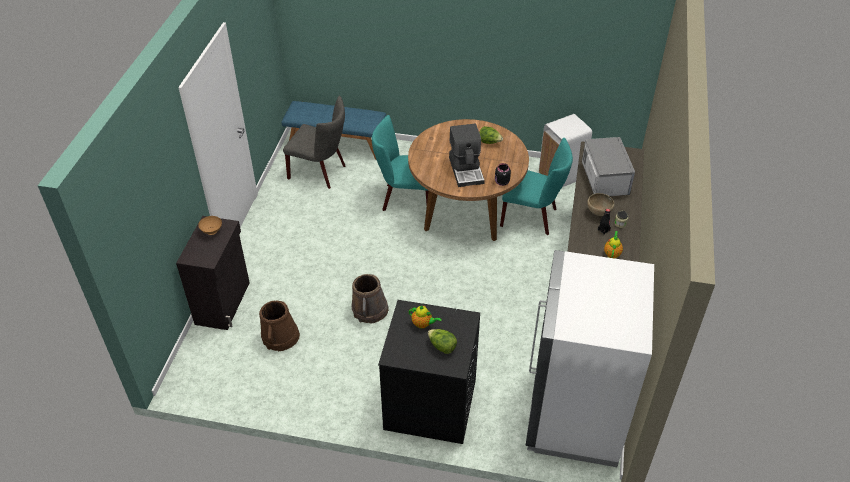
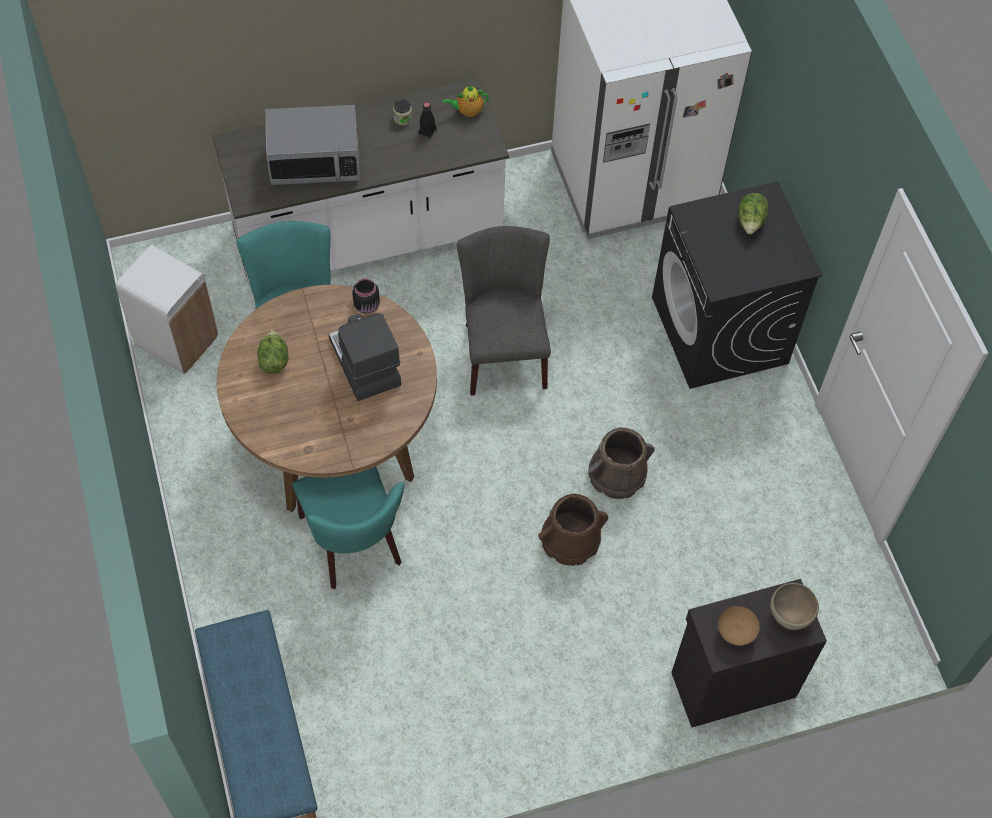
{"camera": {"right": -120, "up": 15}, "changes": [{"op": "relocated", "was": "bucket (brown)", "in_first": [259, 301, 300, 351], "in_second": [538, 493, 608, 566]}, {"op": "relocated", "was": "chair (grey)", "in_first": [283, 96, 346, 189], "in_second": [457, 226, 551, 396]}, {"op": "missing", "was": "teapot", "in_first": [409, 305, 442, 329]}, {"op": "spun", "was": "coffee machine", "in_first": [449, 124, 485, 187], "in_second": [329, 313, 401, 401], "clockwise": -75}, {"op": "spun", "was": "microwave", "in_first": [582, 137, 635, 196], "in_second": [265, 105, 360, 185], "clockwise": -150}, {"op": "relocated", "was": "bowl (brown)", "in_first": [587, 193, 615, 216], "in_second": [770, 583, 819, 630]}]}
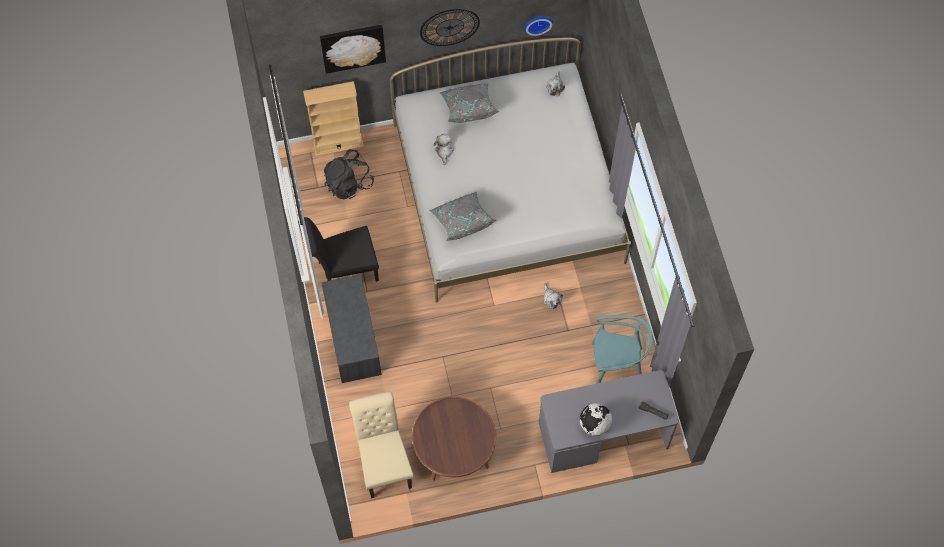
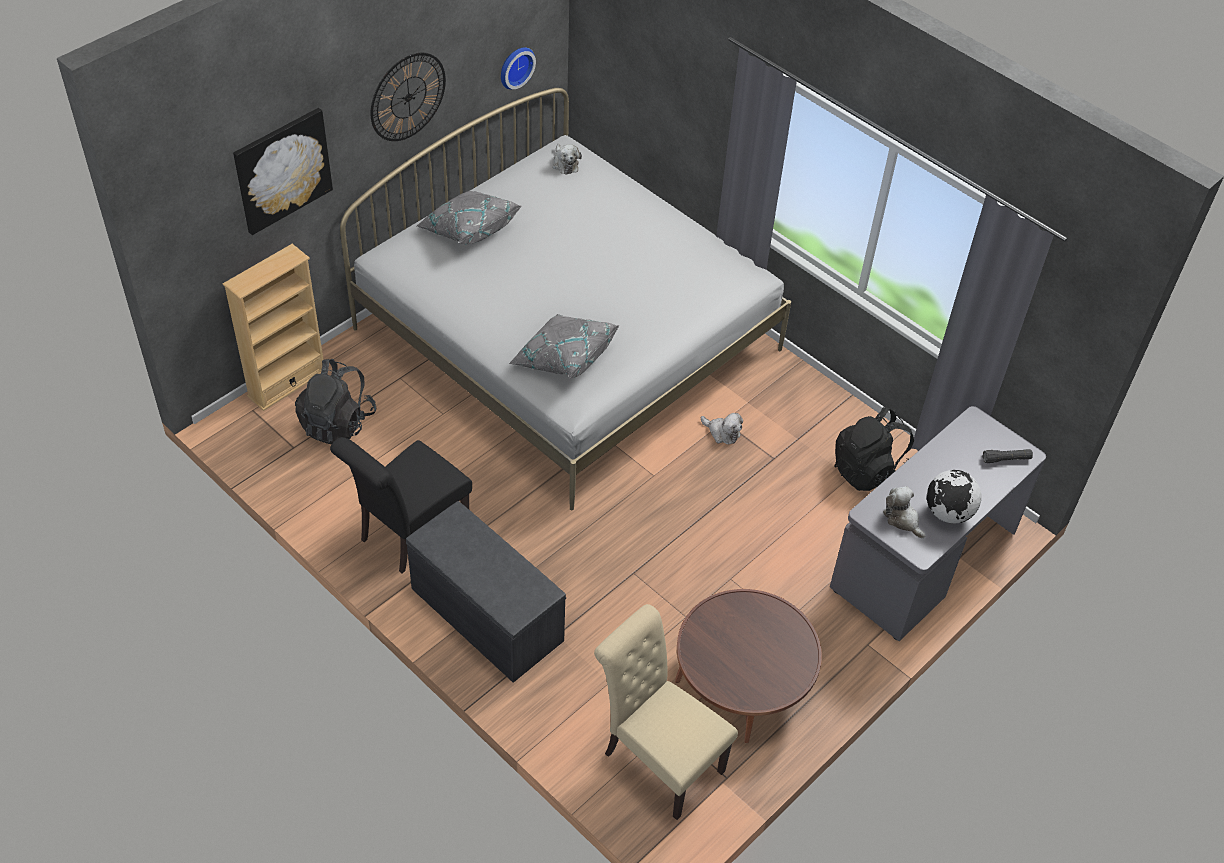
{"camera": {"right": -35, "up": -15}, "changes": [{"op": "relocated", "was": "plush toy", "in_first": [434, 134, 453, 165], "in_second": [883, 486, 925, 538]}, {"op": "exchanged", "was": "chair (turquoise)", "now": "backpack (black)", "in_first": [592, 315, 652, 383], "in_second": [834, 407, 914, 491]}]}
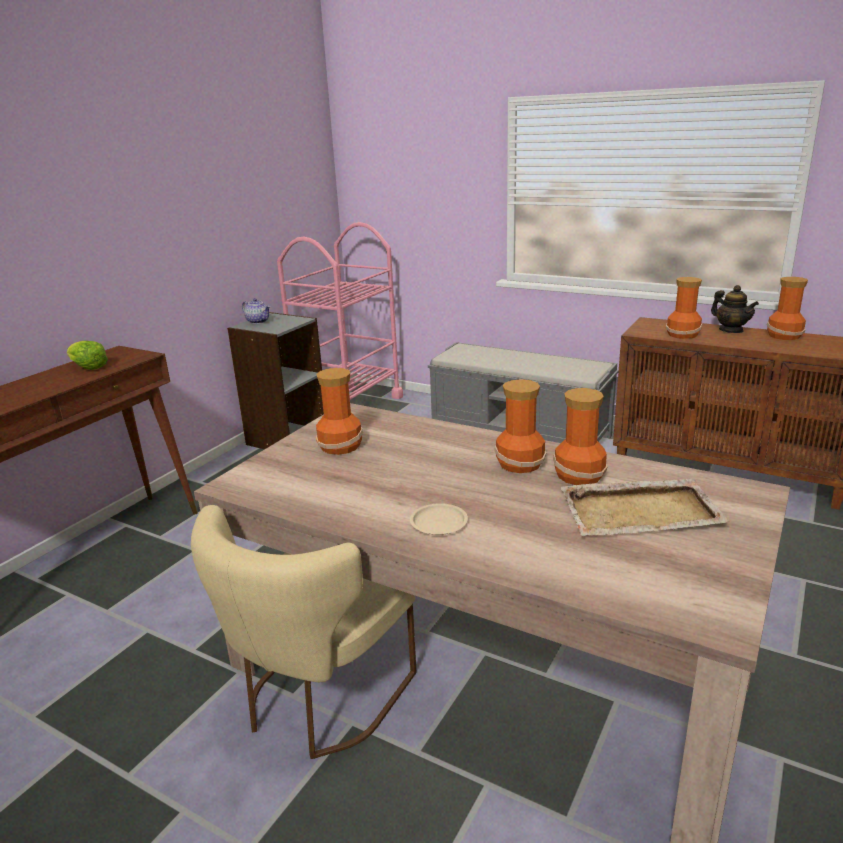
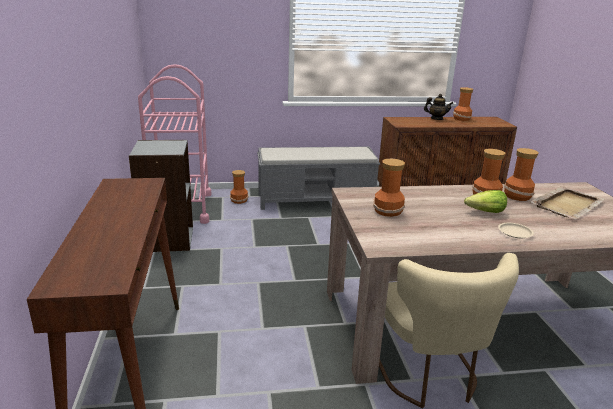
{"camera": {"right": -40, "up": 0}, "changes": [{"op": "relocated", "was": "lettuce", "in_first": [67, 341, 108, 370], "in_second": [464, 190, 507, 213]}, {"op": "missing", "was": "teapot", "in_first": [242, 298, 270, 324]}, {"op": "relocated", "was": "vase", "in_first": [666, 277, 702, 339], "in_second": [230, 170, 248, 204]}]}
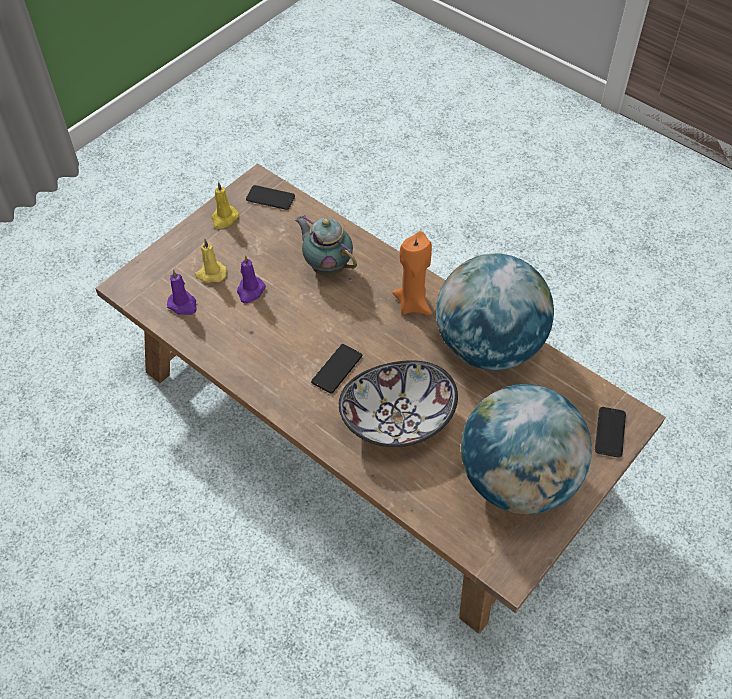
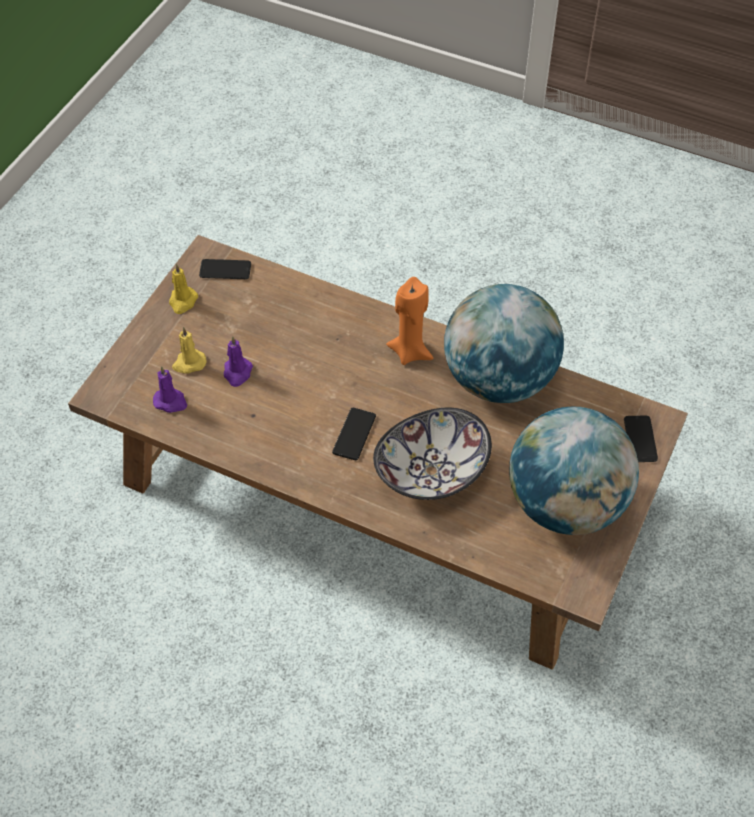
{"camera": {"right": -15, "up": 0}, "changes": [{"op": "missing", "was": "teapot", "in_first": [295, 215, 357, 276]}]}
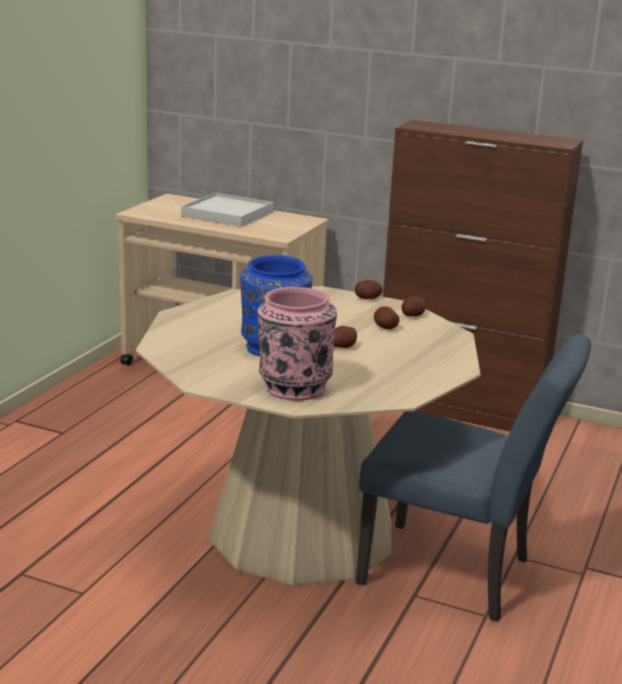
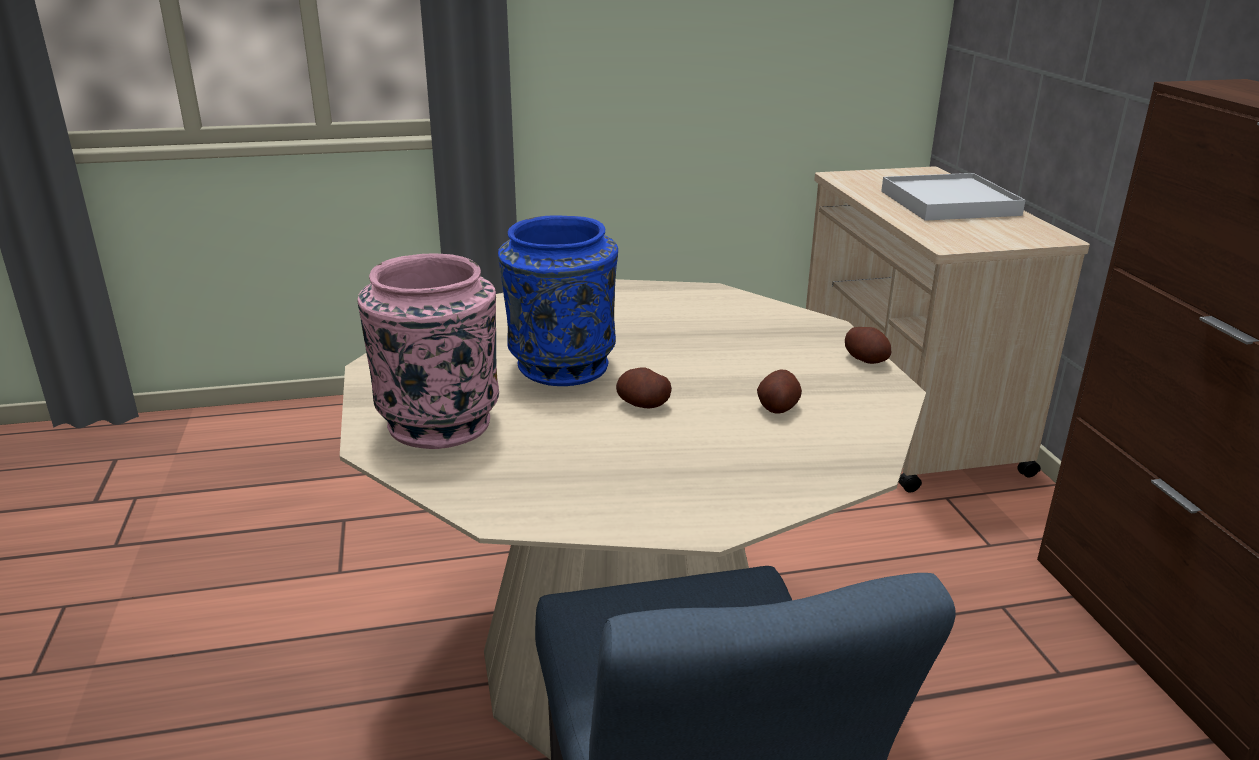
{"camera": {"right": 55, "up": 5}, "changes": [{"op": "missing", "was": "potato", "in_first": [401, 296, 426, 316]}]}
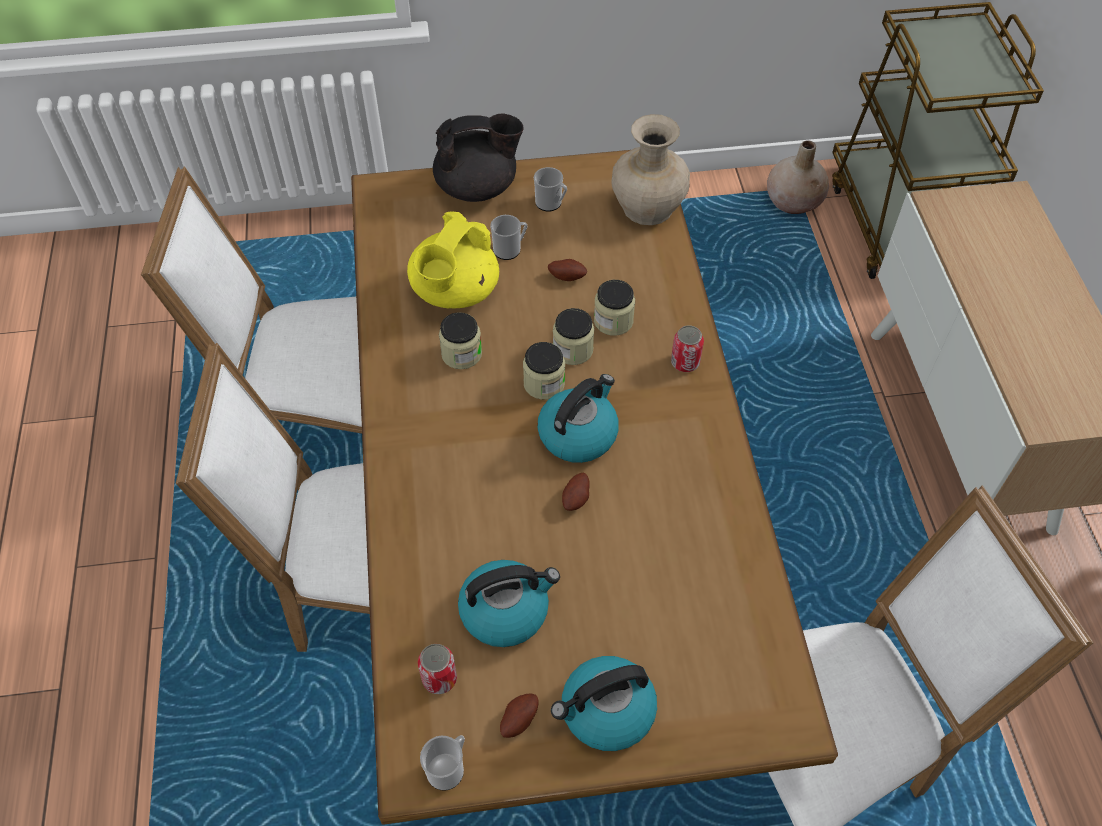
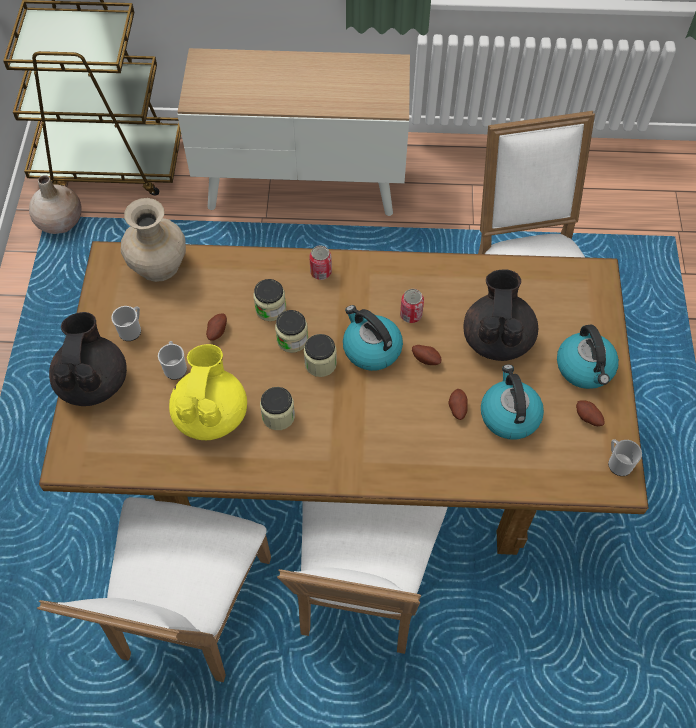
{"camera": {"right": -80, "up": 5}, "changes": [{"op": "spun", "was": "teapot (yellow)", "in_first": [407, 211, 499, 308], "in_second": [169, 344, 247, 440], "clockwise": -120}, {"op": "relocated", "was": "can", "in_first": [418, 644, 457, 694], "in_second": [400, 289, 424, 323]}, {"op": "appeared", "now": "potato", "in_second": [448, 389, 468, 420]}, {"op": "appeared", "now": "teapot (black)", "in_second": [463, 269, 538, 361]}]}
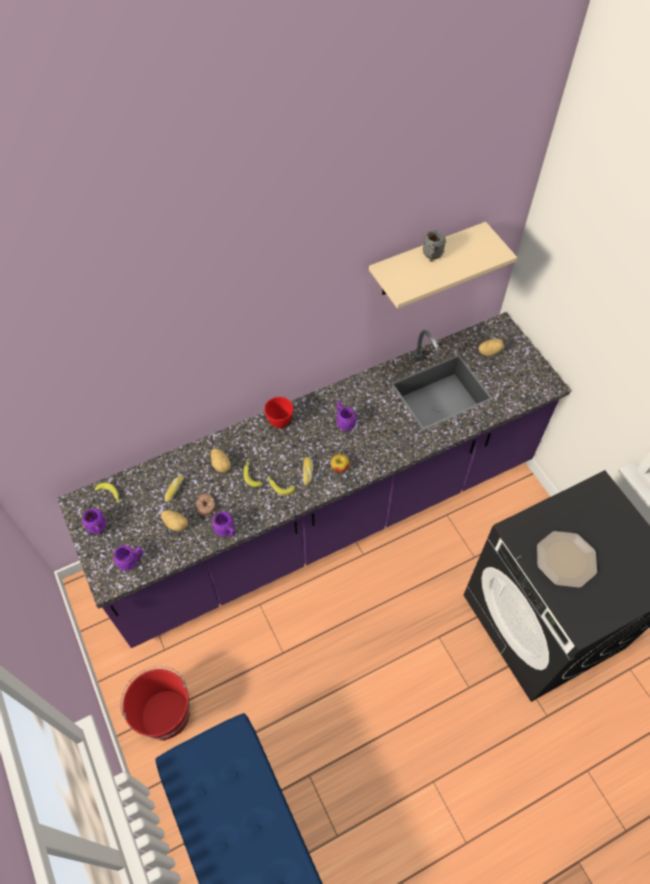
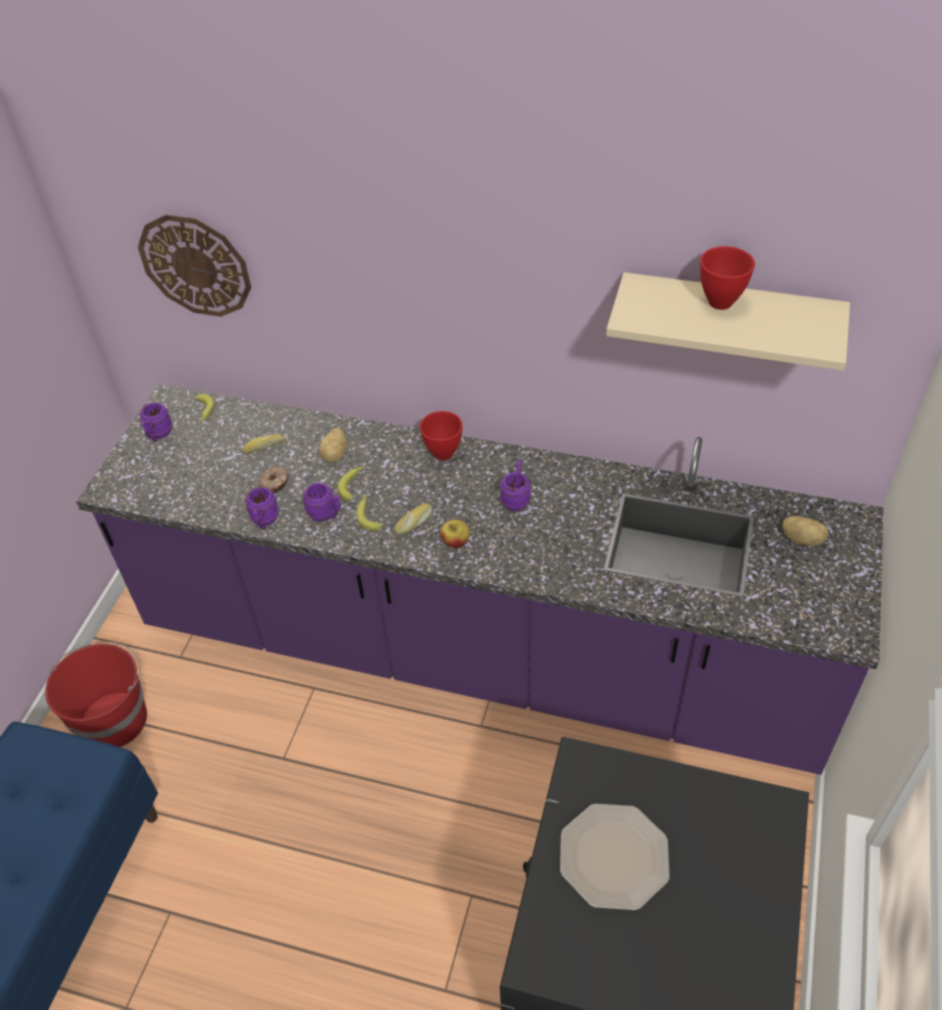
{"camera": {"right": 45, "up": -10}, "changes": [{"op": "relocated", "was": "mug (purple)", "in_first": [113, 545, 143, 571], "in_second": [303, 483, 341, 521]}, {"op": "missing", "was": "potato", "in_first": [161, 510, 188, 532]}, {"op": "exchanged", "was": "mug (grey)", "now": "bowl (red)", "in_first": [422, 230, 446, 262], "in_second": [700, 246, 755, 310]}, {"op": "appeared", "now": "wall clock", "in_second": [138, 215, 251, 317]}]}
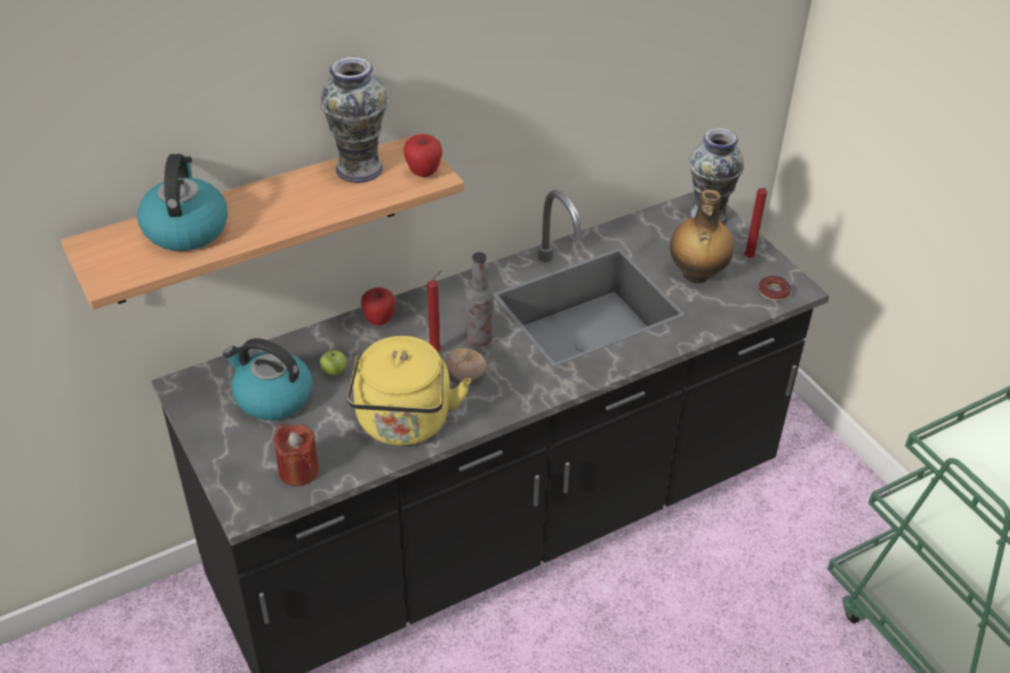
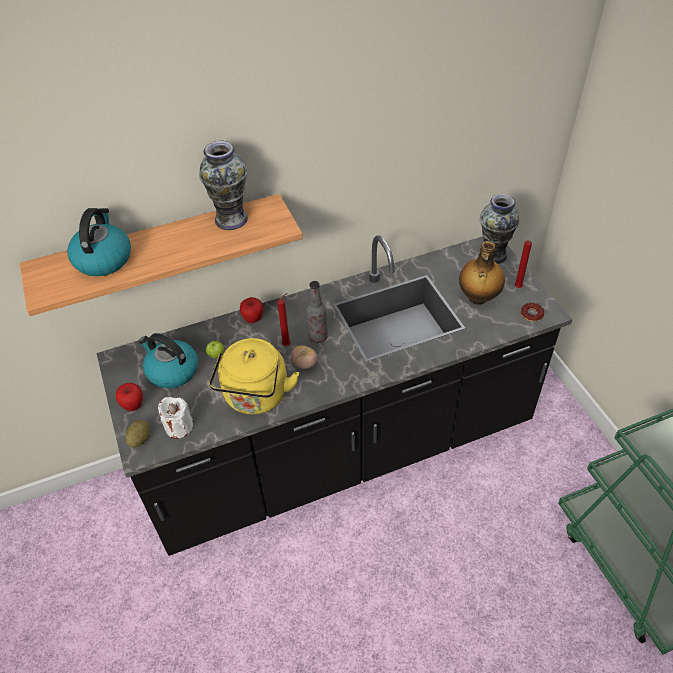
{"camera": {"right": 10, "up": 5}, "changes": [{"op": "colour", "was": "candle (red)", "now": "candle (white)", "in_first": [273, 424, 319, 487], "in_second": [158, 397, 193, 439]}, {"op": "relocated", "was": "apple", "in_first": [404, 134, 442, 177], "in_second": [116, 383, 143, 411]}, {"op": "appeared", "now": "potato", "in_second": [125, 420, 150, 447]}]}
